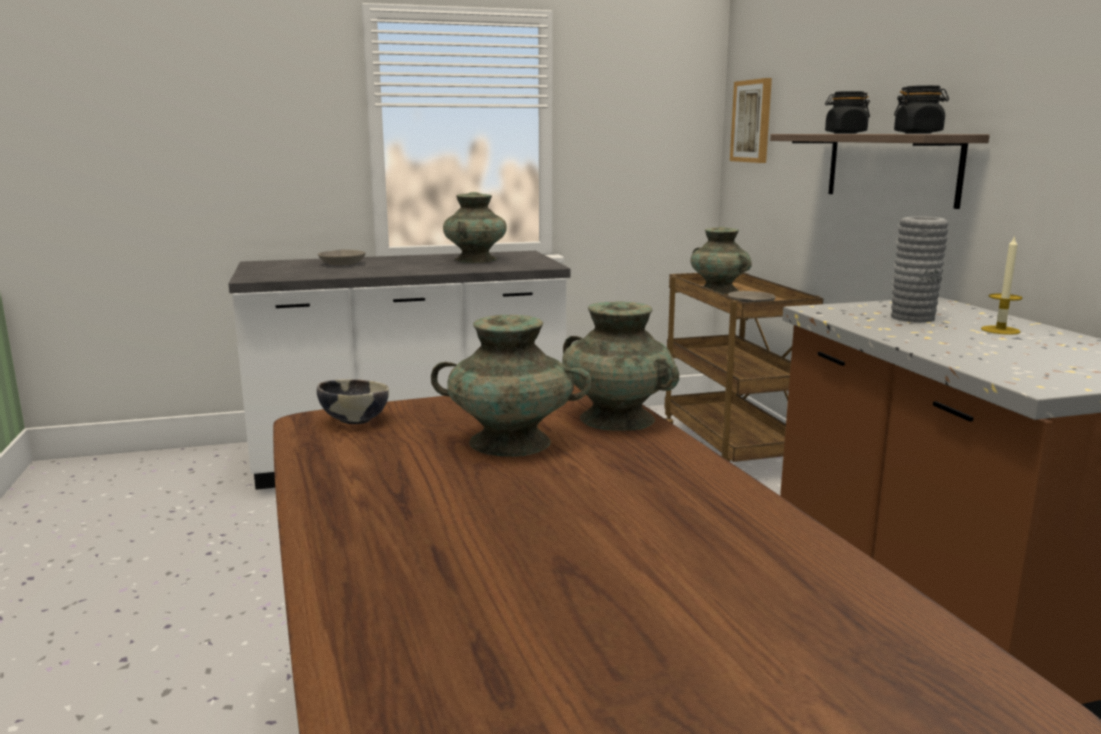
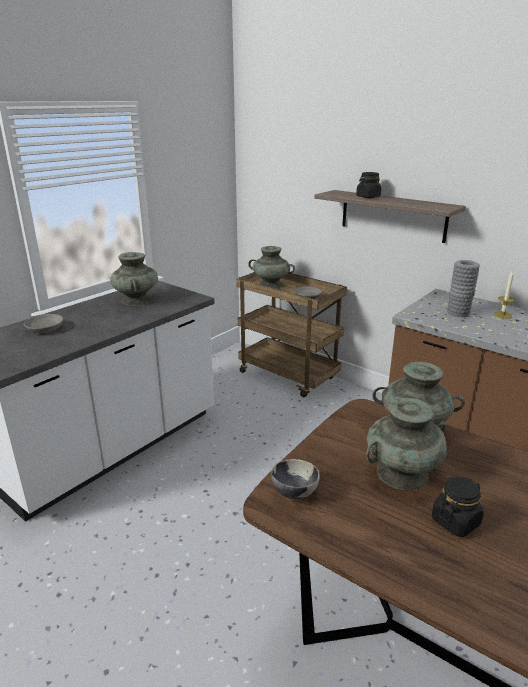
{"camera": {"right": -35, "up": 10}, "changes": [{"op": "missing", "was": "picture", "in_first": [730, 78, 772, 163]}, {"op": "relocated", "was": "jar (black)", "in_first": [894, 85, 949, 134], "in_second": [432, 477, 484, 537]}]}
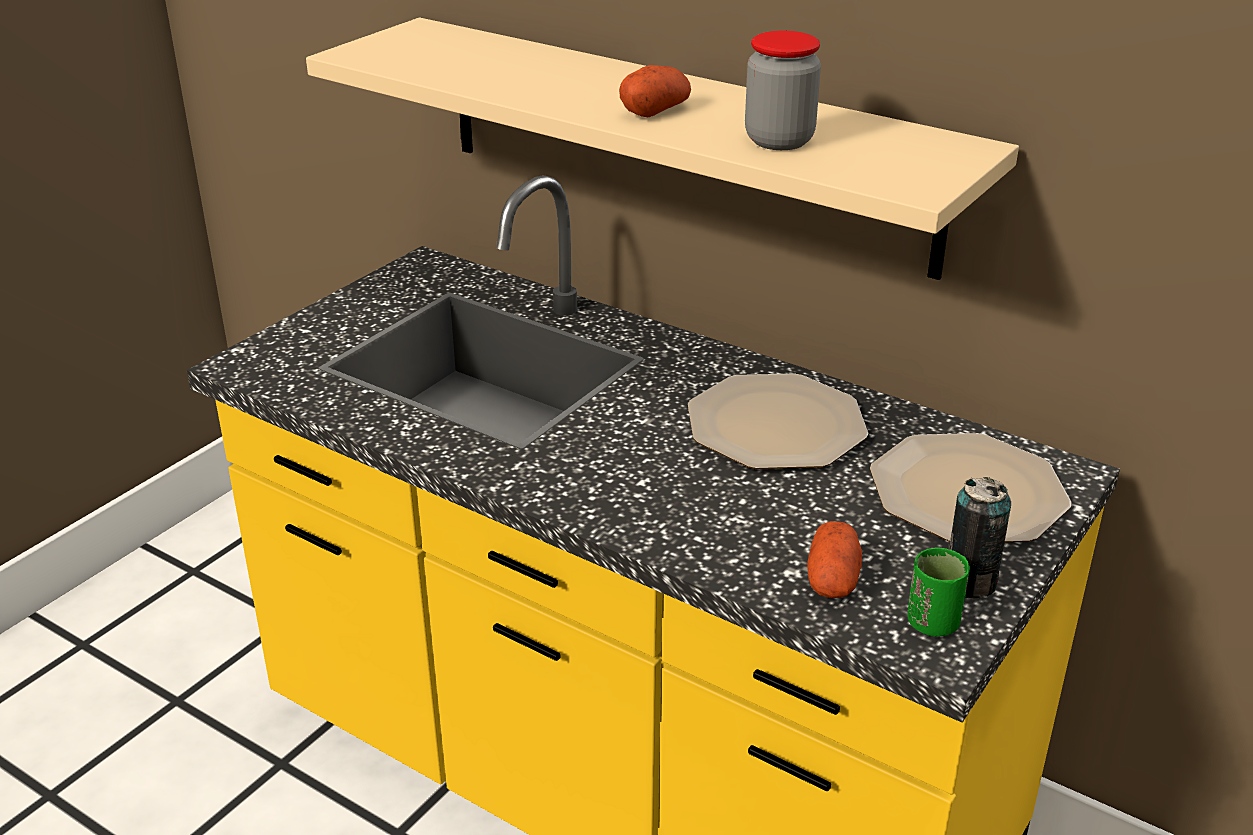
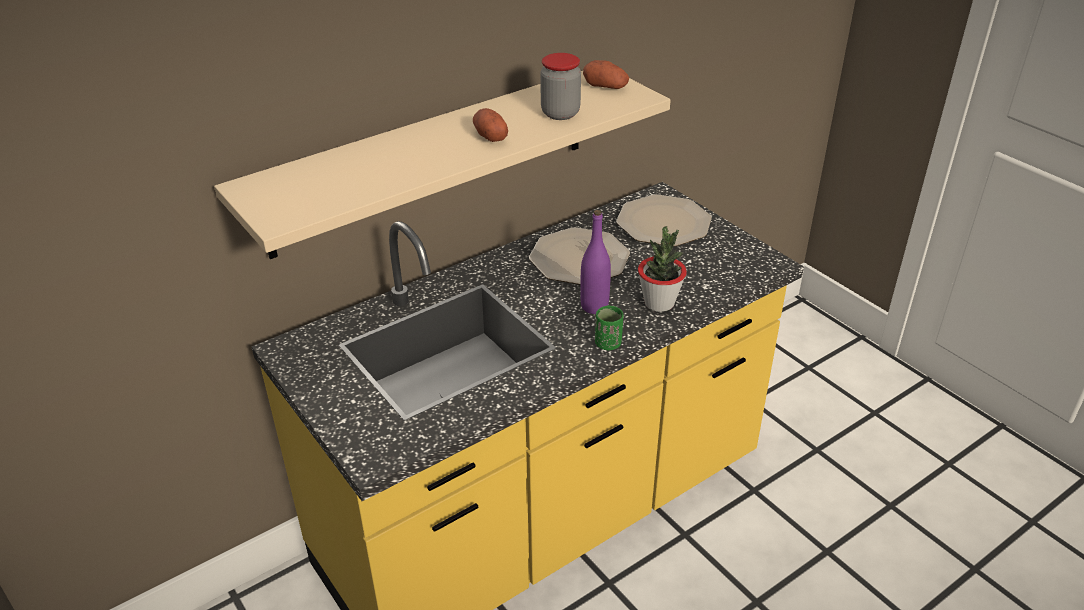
{"camera": {"right": -70, "up": 5}, "changes": [{"op": "relocated", "was": "potato", "in_first": [807, 521, 862, 598], "in_second": [583, 60, 629, 89]}, {"op": "relocated", "was": "cup (green)", "in_first": [907, 547, 970, 636], "in_second": [595, 305, 623, 350]}, {"op": "missing", "was": "can", "in_first": [949, 477, 1011, 599]}, {"op": "appeared", "now": "bottle (purple)", "in_second": [580, 210, 611, 314]}, {"op": "appeared", "now": "potted plant", "in_second": [638, 226, 687, 312]}]}
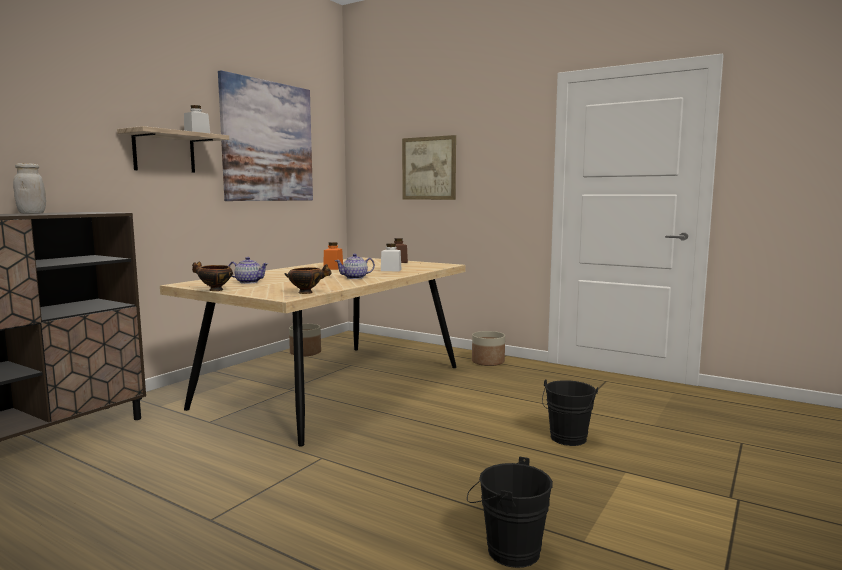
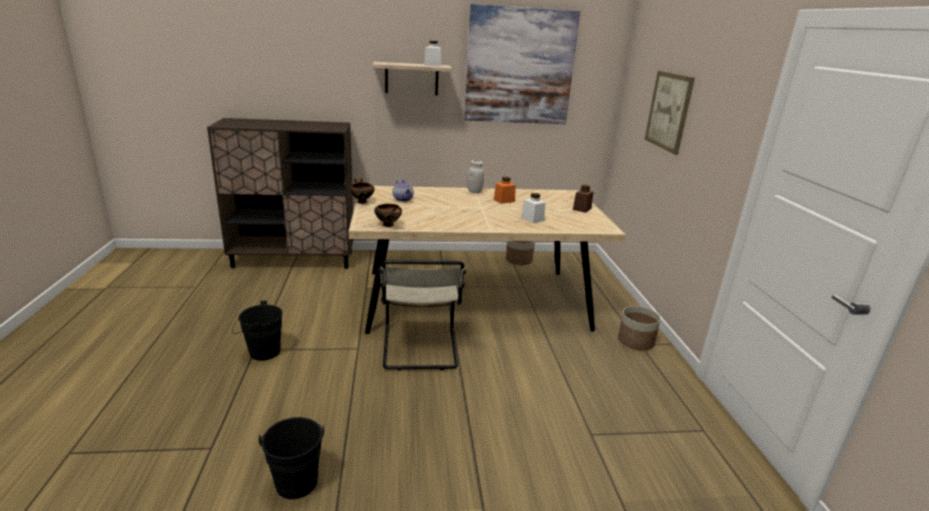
{"camera": {"right": 50, "up": 15}, "changes": [{"op": "relocated", "was": "jar (white)", "in_first": [13, 163, 46, 214], "in_second": [467, 160, 484, 193]}, {"op": "missing", "was": "teapot", "in_first": [335, 254, 375, 279]}, {"op": "relocated", "was": "bucket (black)", "in_first": [542, 379, 598, 446], "in_second": [232, 300, 283, 361]}, {"op": "appeared", "now": "chair (beige)", "in_second": [379, 260, 466, 370]}]}
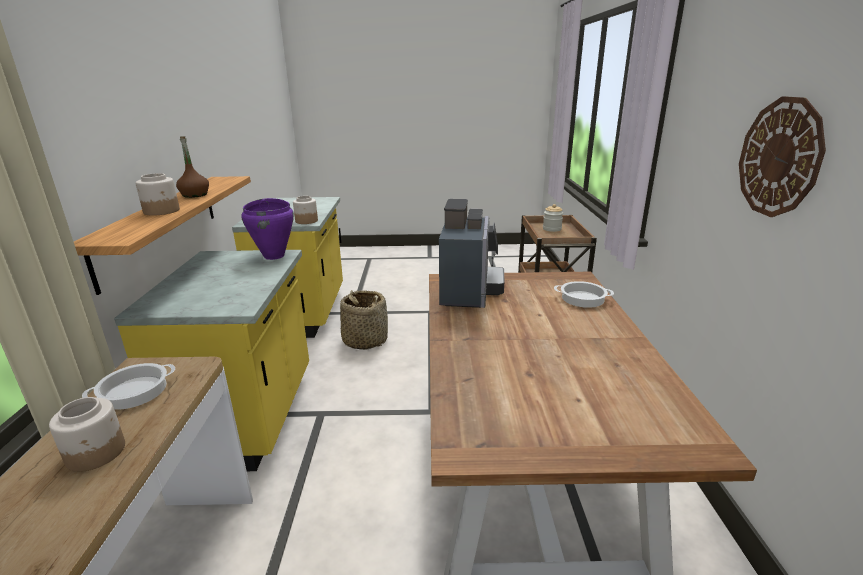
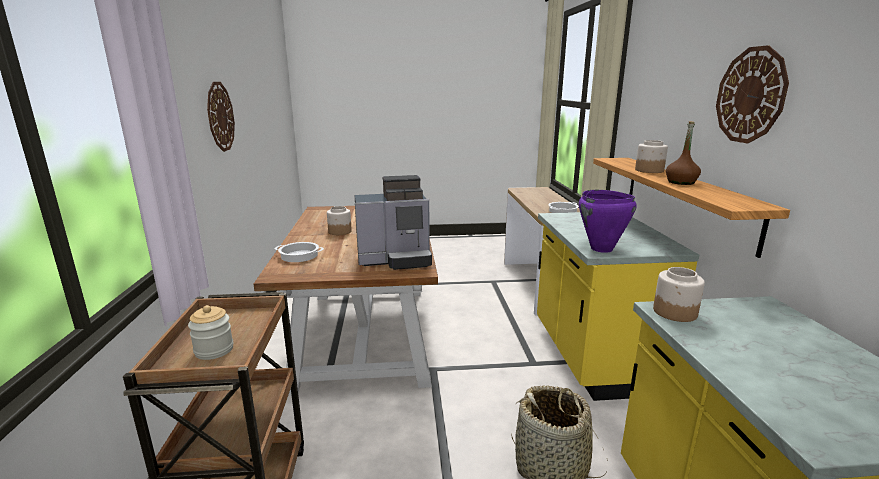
{"camera": {"right": 175, "up": -5}, "changes": [{"op": "relocated", "was": "jar", "in_first": [49, 397, 125, 472], "in_second": [327, 206, 352, 235]}, {"op": "spun", "was": "coffee machine", "in_first": [439, 199, 504, 308], "in_second": [355, 175, 432, 270], "clockwise": -105}, {"op": "appeared", "now": "wall clock", "in_second": [716, 45, 789, 143]}]}
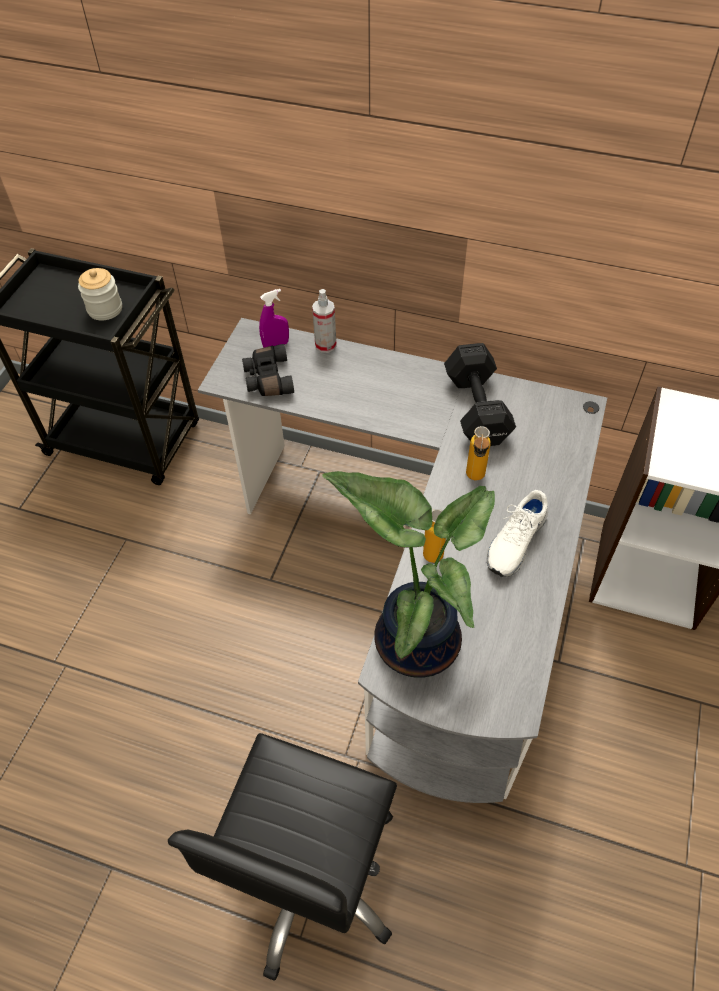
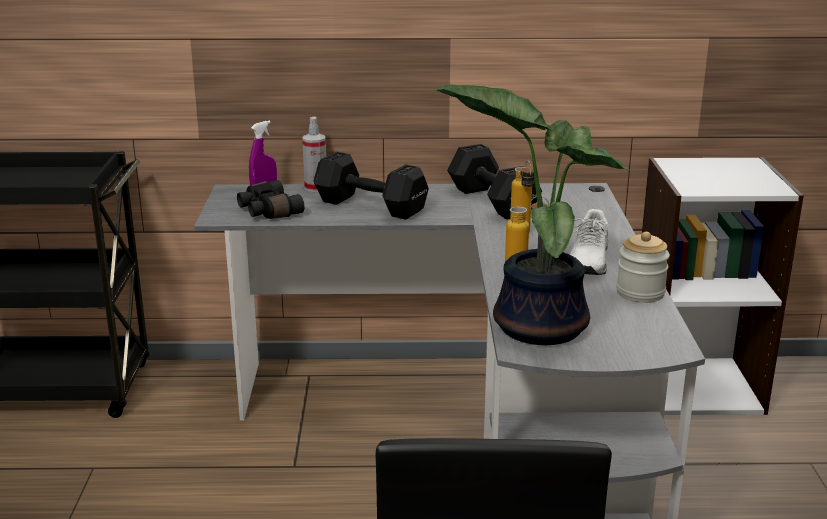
{"camera": {"right": -20, "up": -30}, "changes": [{"op": "relocated", "was": "jar", "in_first": [78, 268, 122, 320], "in_second": [616, 232, 670, 303]}, {"op": "appeared", "now": "dumbbell (black)", "in_second": [314, 152, 429, 220]}]}
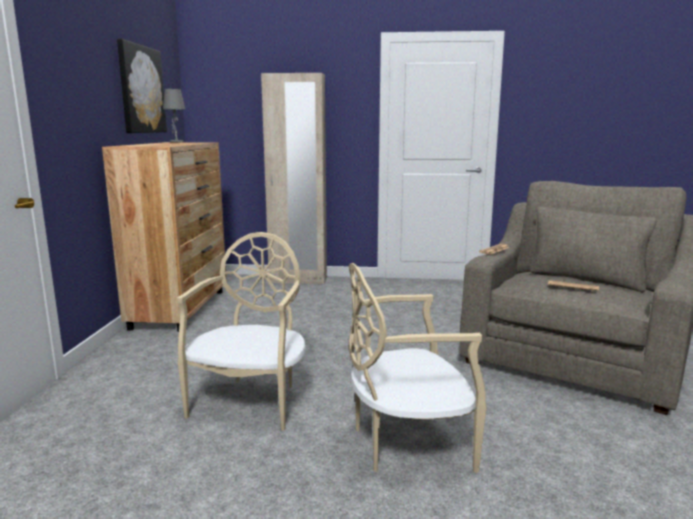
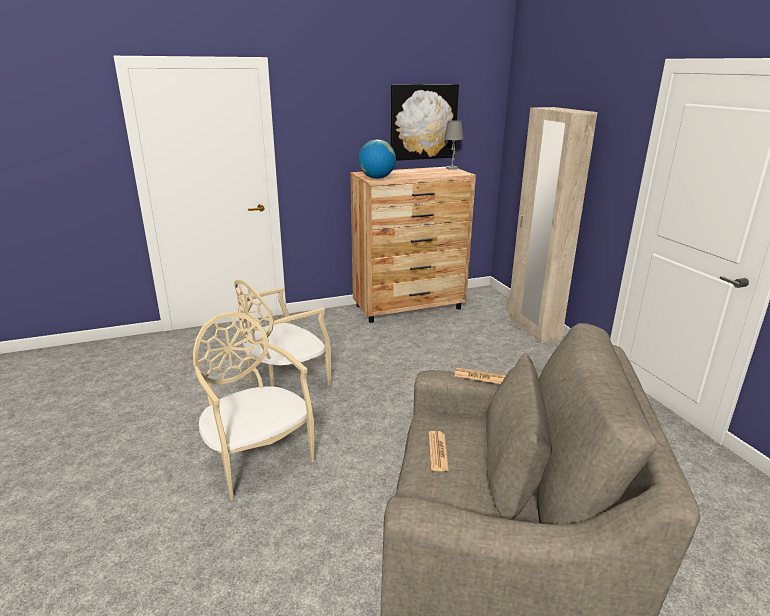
{"camera": {"right": 65, "up": 10}, "changes": [{"op": "spun", "was": "chair (beige)", "in_first": [177, 232, 306, 431], "in_second": [234, 279, 331, 387], "clockwise": 150}, {"op": "appeared", "now": "globe", "in_second": [358, 140, 396, 179]}]}
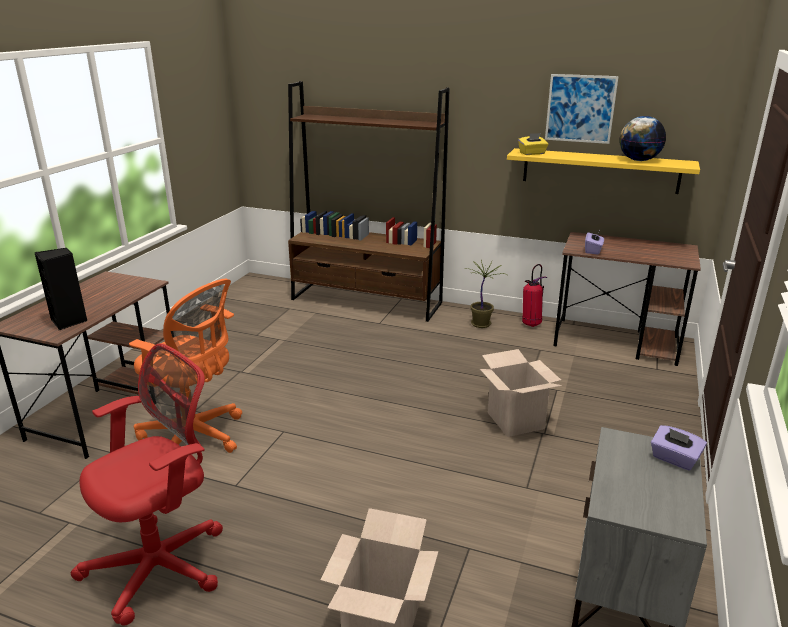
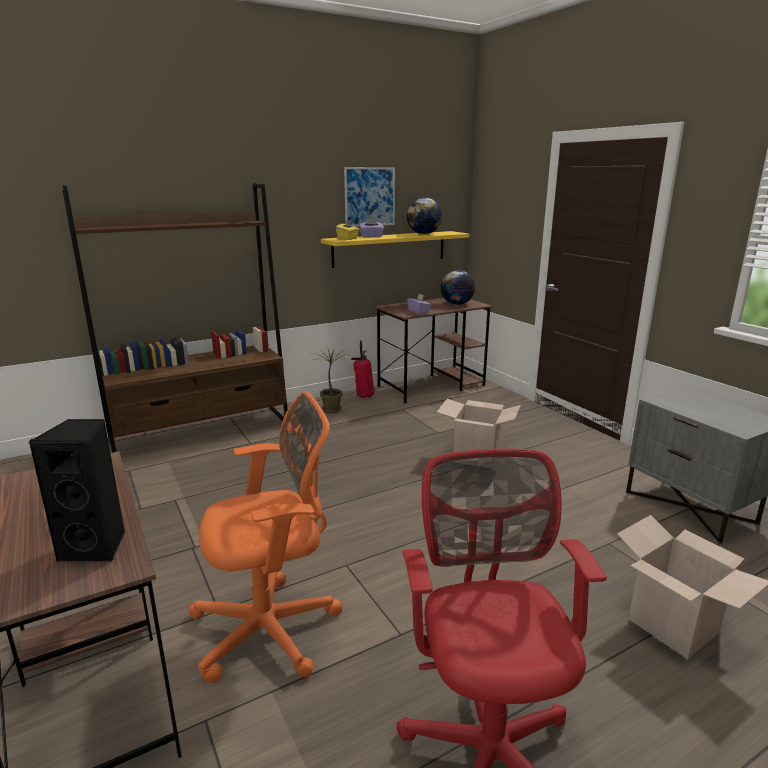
{"camera": {"right": -50, "up": -5}, "changes": [{"op": "relocated", "was": "tissue box (purple)", "in_first": [651, 425, 707, 471], "in_second": [359, 218, 384, 238]}, {"op": "appeared", "now": "globe", "in_second": [441, 270, 475, 305]}]}
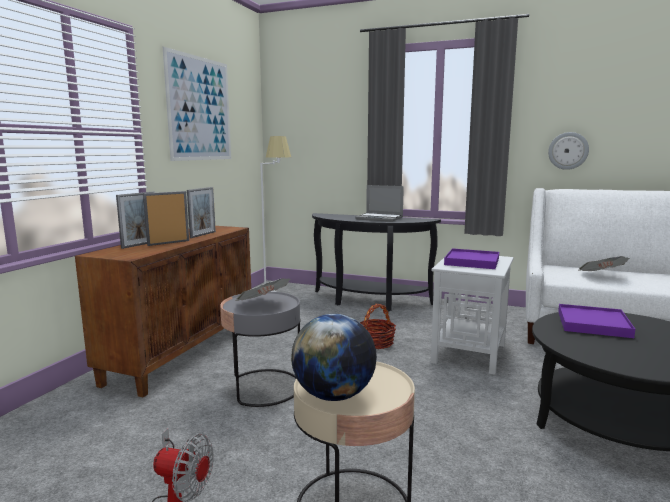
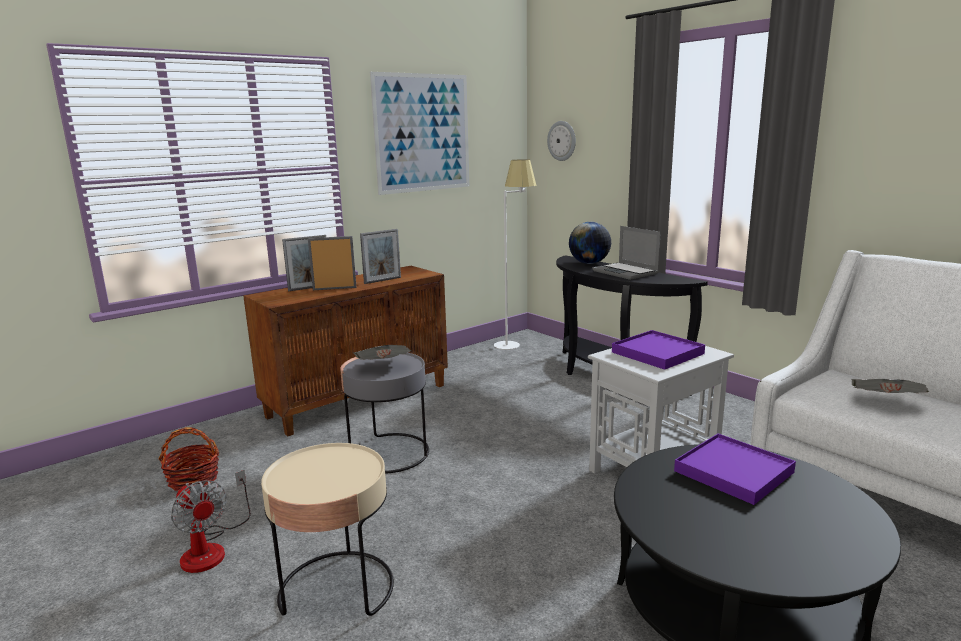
{"camera": {"right": 30, "up": 5}, "changes": [{"op": "relocated", "was": "globe", "in_first": [291, 314, 377, 401], "in_second": [569, 222, 611, 264]}, {"op": "relocated", "was": "basket", "in_first": [360, 304, 396, 349], "in_second": [159, 427, 219, 491]}, {"op": "relocated", "was": "wall clock", "in_first": [548, 132, 589, 170], "in_second": [547, 121, 576, 161]}]}
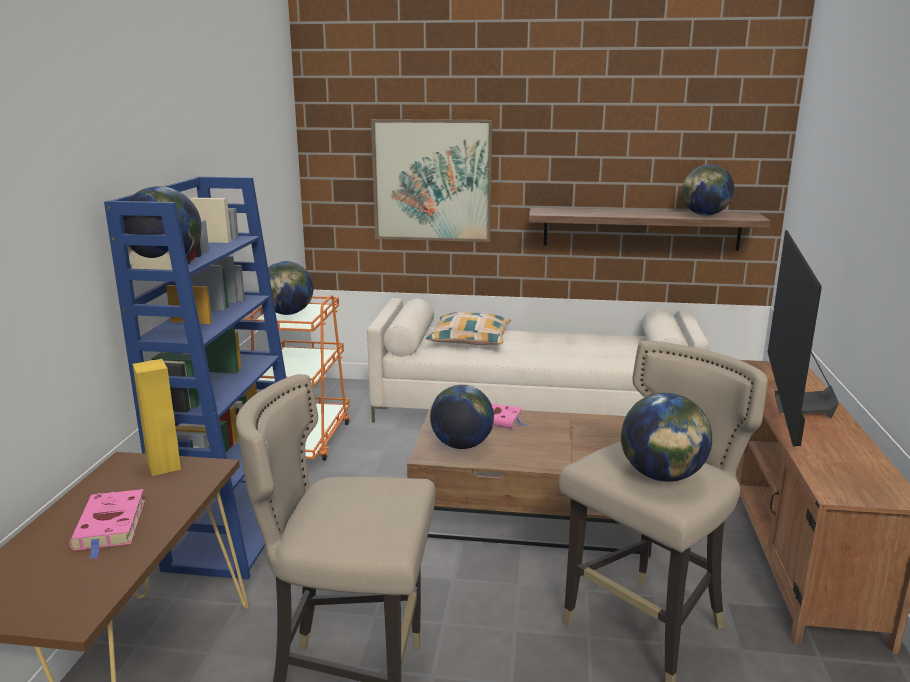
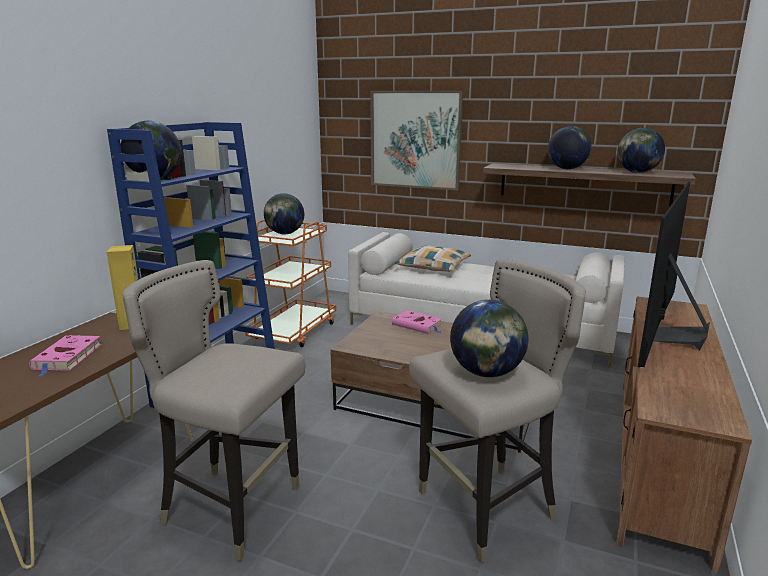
{"camera": {"right": 15, "up": 0}, "changes": [{"op": "relocated", "was": "globe", "in_first": [430, 385, 494, 449], "in_second": [548, 126, 591, 169]}]}
